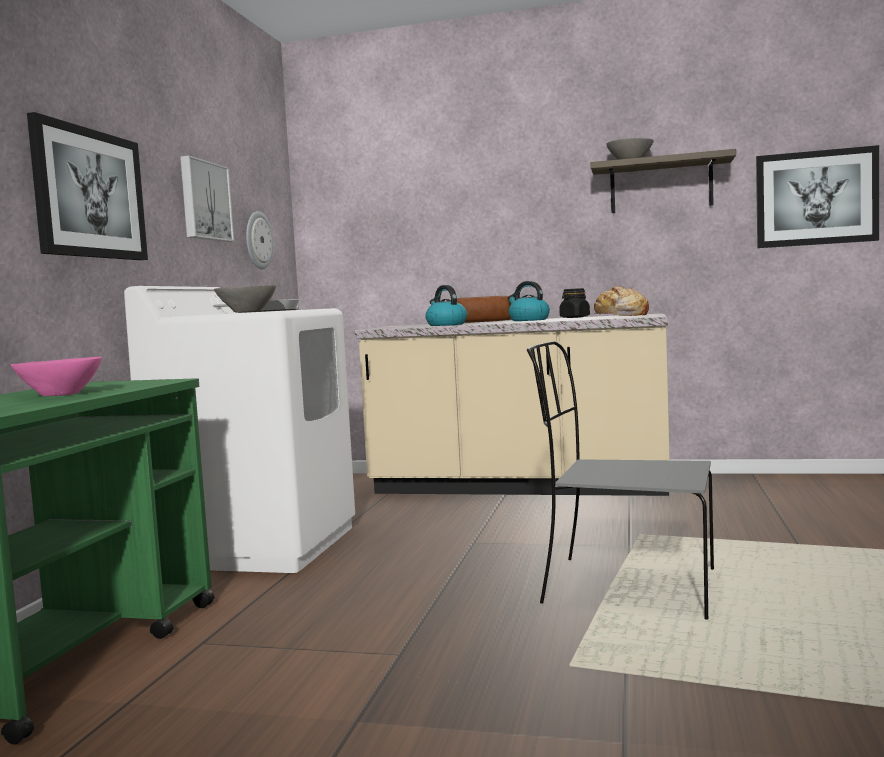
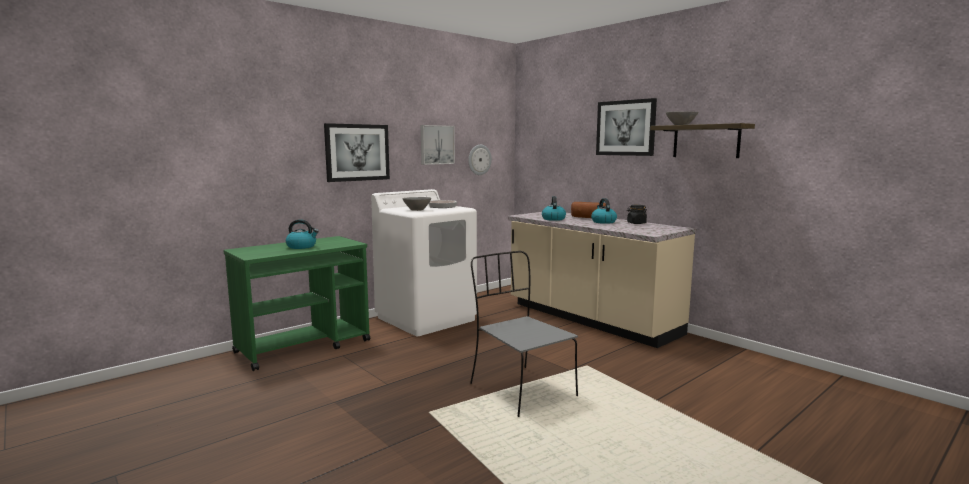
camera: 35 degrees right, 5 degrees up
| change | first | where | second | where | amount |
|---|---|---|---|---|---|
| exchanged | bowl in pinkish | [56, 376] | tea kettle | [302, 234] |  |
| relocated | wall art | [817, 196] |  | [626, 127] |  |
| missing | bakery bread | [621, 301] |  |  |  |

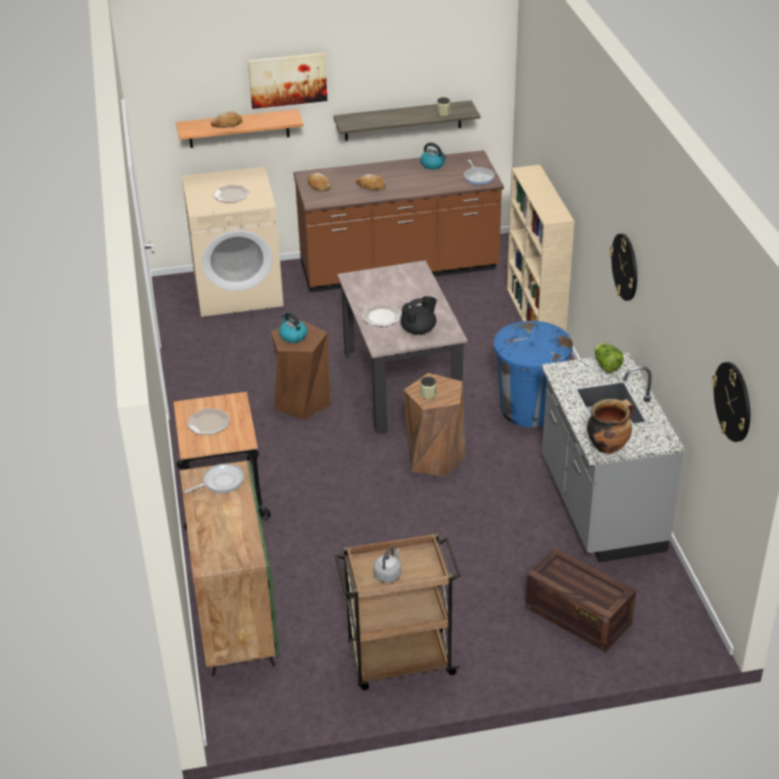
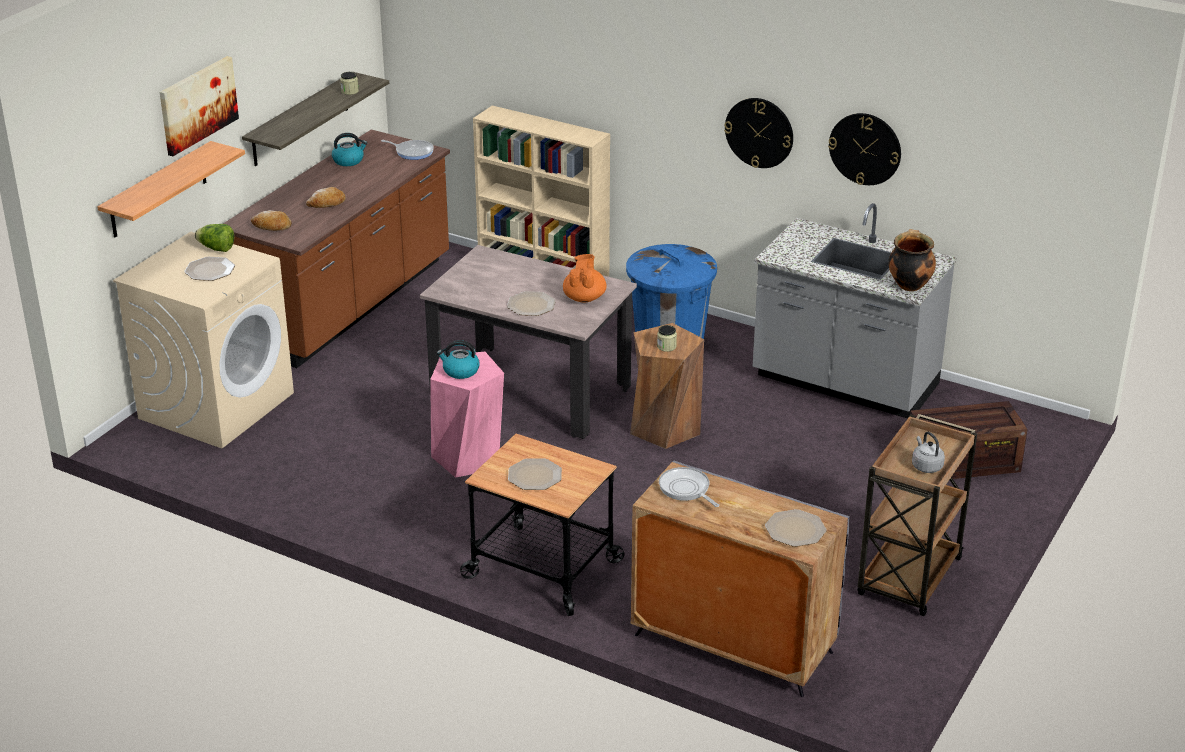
camera: 50 degrees left, 5 degrees down
| change | first | where | second | where | amount |
|---|---|---|---|---|---|
| relocated | head of lettuce | [609, 357] |  | [214, 238] |  |
| colour | stool seat in brownish | [300, 370] | stool seat in pinkish | [467, 415] |  |
| colour | pot for tea in black-coloured | [419, 315] | pot for tea in orange-coloured | [585, 278] |  |
| colour | cabinet in greenish | [229, 568] | cabinet in gray | [740, 578] |  |
| spun | frying pan | [214, 478] |  | [689, 487] | 45 degrees counterclockwise |
| appeared |  |  | dinner plate | [796, 528] |  |
| relocated | wall clock | [731, 402] |  | [864, 149] |  |
| missing | bakery bread | [226, 119] |  |  |  |

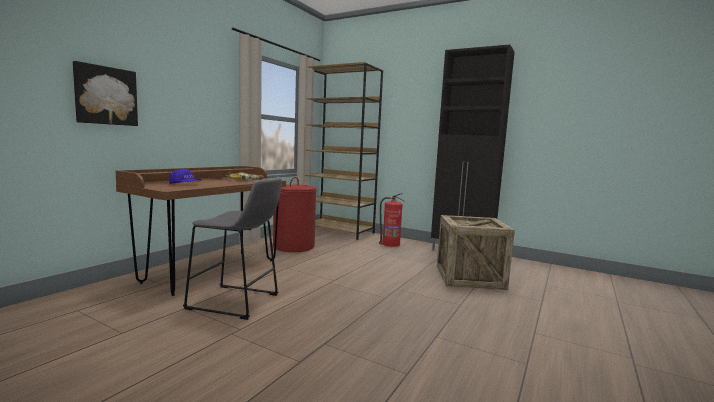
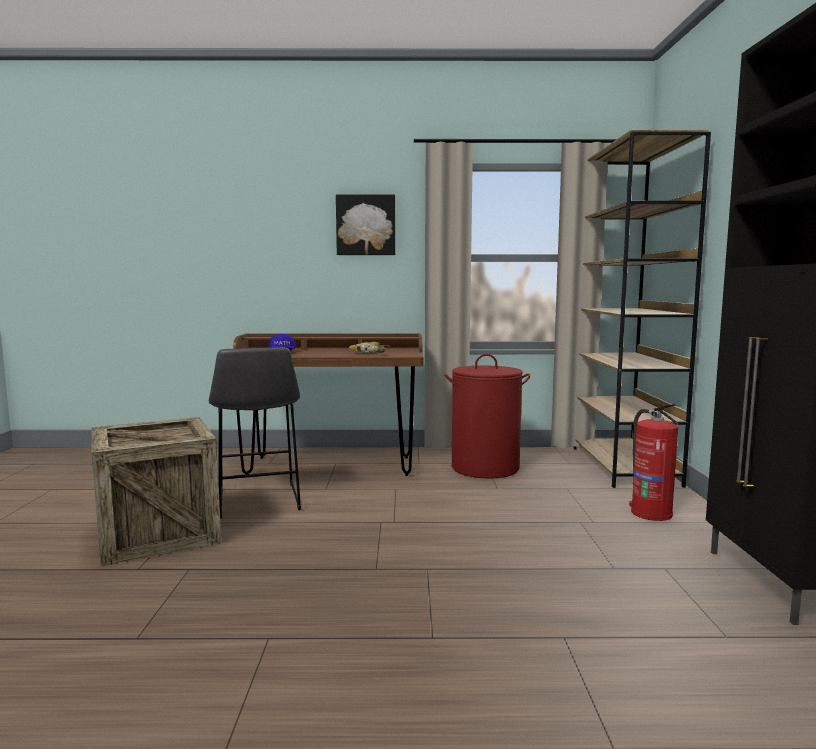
camera: 60 degrees right, 0 degrees up
| change | first | where | second | where | amount |
|---|---|---|---|---|---|
| relocated | shipping crate | [476, 252] |  | [157, 492] |  |
| relocated | wall art | [105, 93] |  | [365, 225] |  |

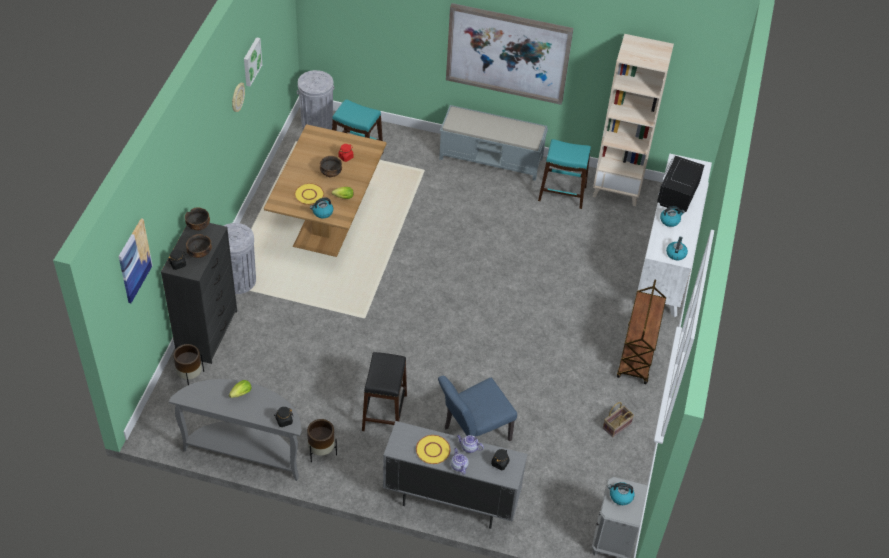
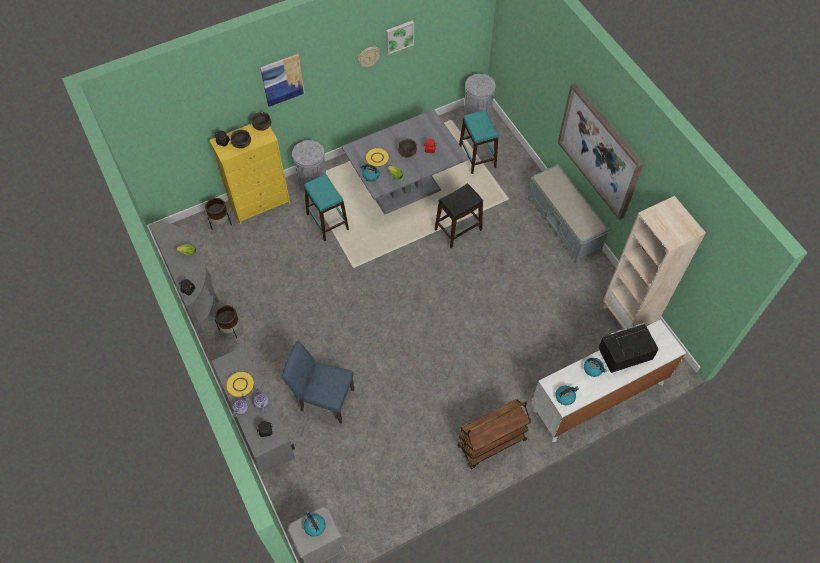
camera: 50 degrees right, 10 degrees up
| change | first | where | second | where | amount |
|---|---|---|---|---|---|
| colour | dresser in black-coloured | [199, 293] | dresser in yellow | [250, 174] |  |
| relocated | wall art | [135, 260] |  | [282, 80] |  |
| relocated | stool seat in turquoise | [564, 174] |  | [326, 208] |  |
| colour | dining table in brownish | [325, 190] | dining table in gray | [405, 162] |  |
| relocated | stool seat in black-coloured | [384, 391] |  | [459, 216] |  |
| missing | household basket | [618, 419] |  |  |  |

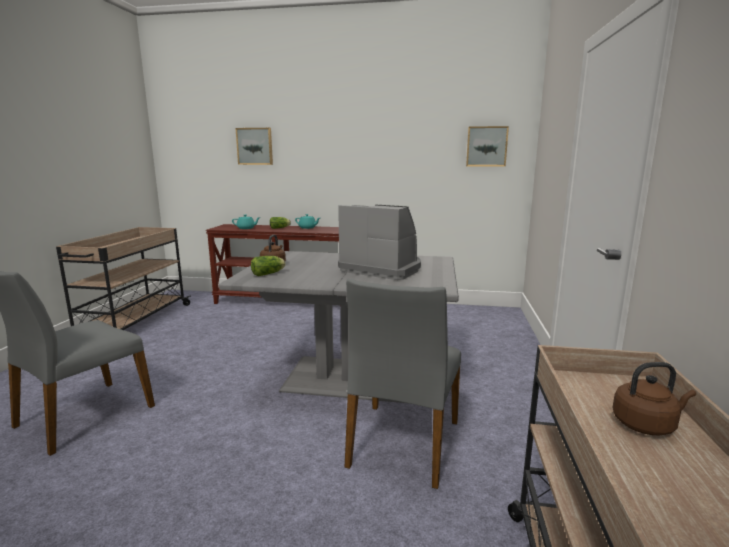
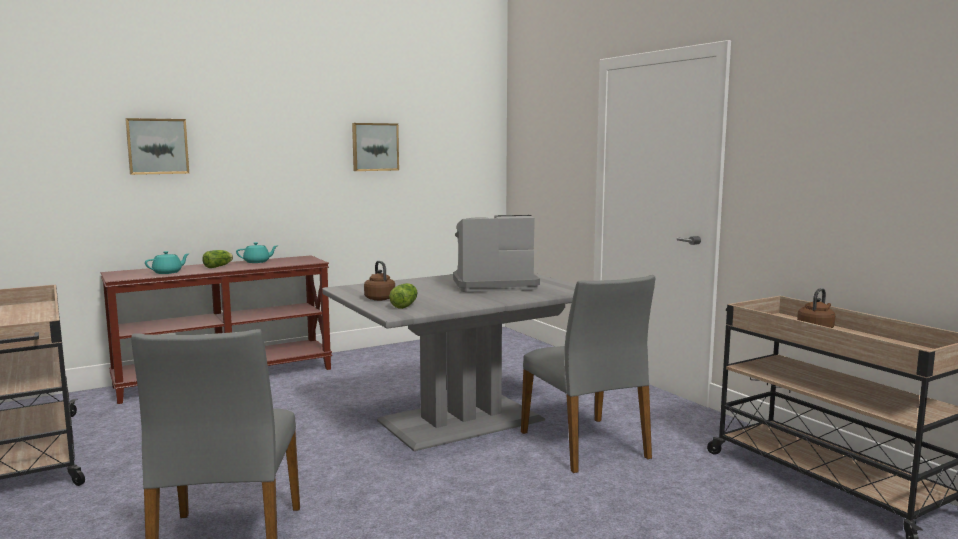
camera: 40 degrees left, 5 degrees down
| change | first | where | second | where | amount |
|---|---|---|---|---|---|
| relocated | wall art | [487, 146] |  | [375, 147] |  |

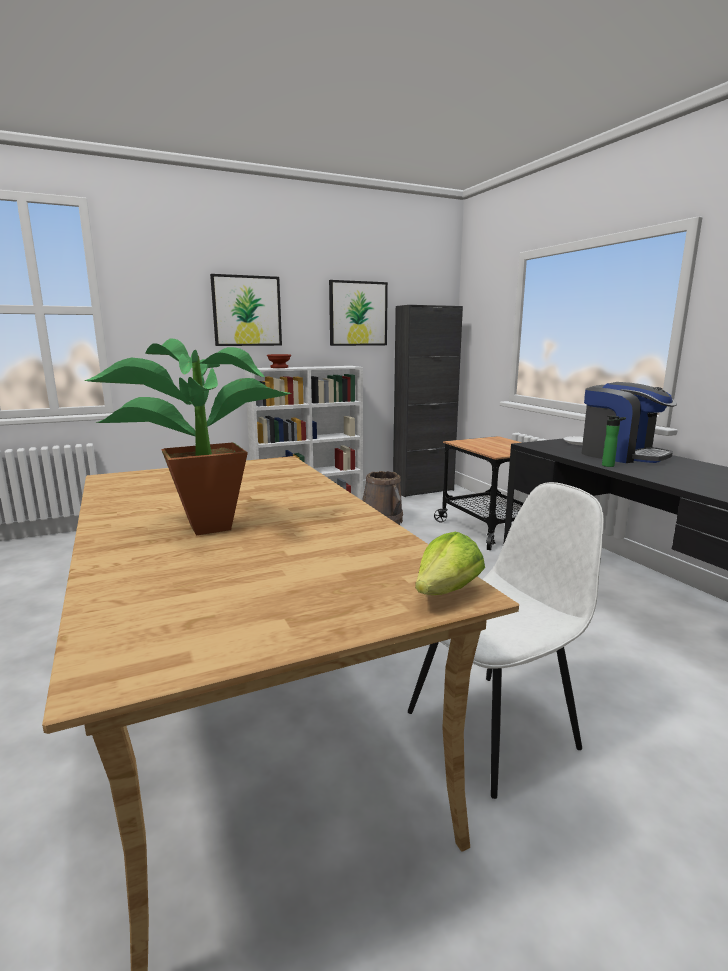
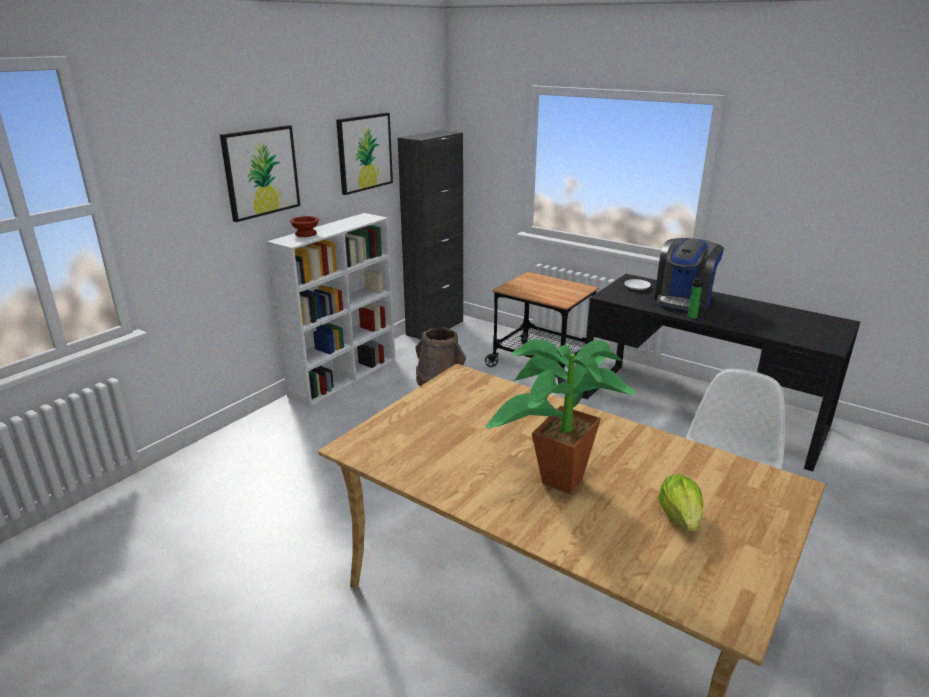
camera: 30 degrees left, 10 degrees up
| change | first | where | second | where | amount |
|---|---|---|---|---|---|
| spun | coffee brewer | [629, 422] |  | [689, 274] | 105 degrees clockwise |
| relocated | head of lettuce | [450, 563] |  | [680, 502] |  |

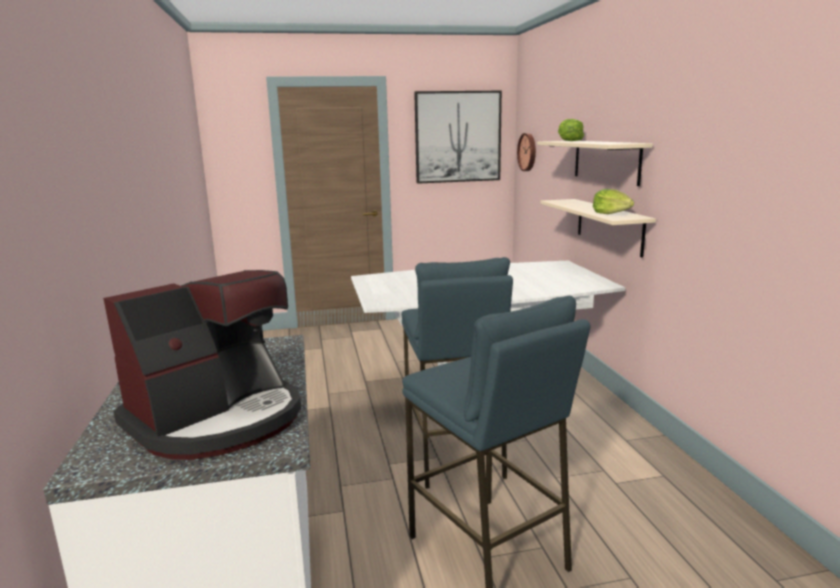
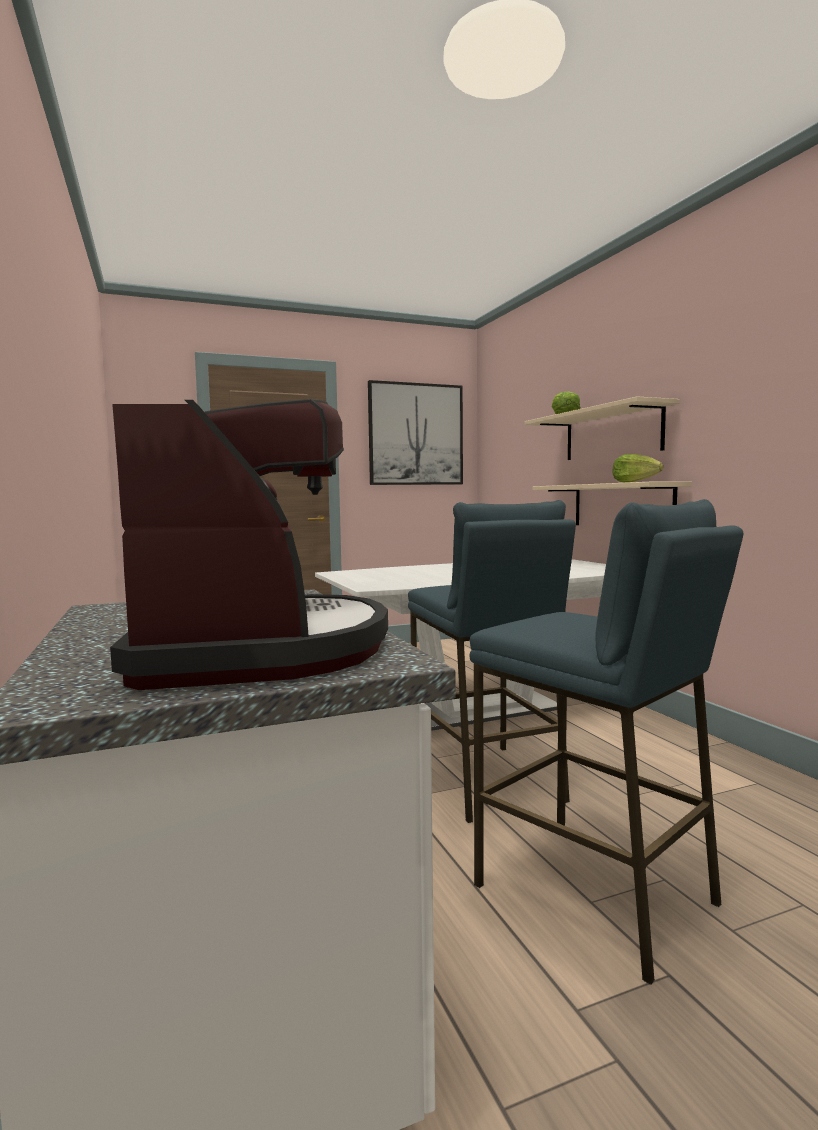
camera: 10 degrees left, 10 degrees down
| change | first | where | second | where | amount |
|---|---|---|---|---|---|
| spun | coffee brewer | [202, 365] |  | [249, 544] | 45 degrees counterclockwise |
| missing | wall clock | [526, 152] |  |  |  |

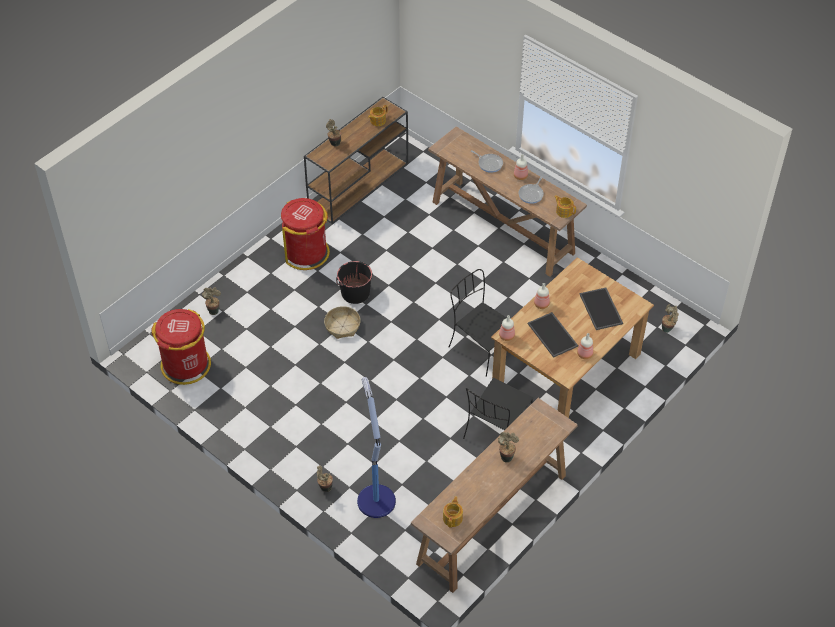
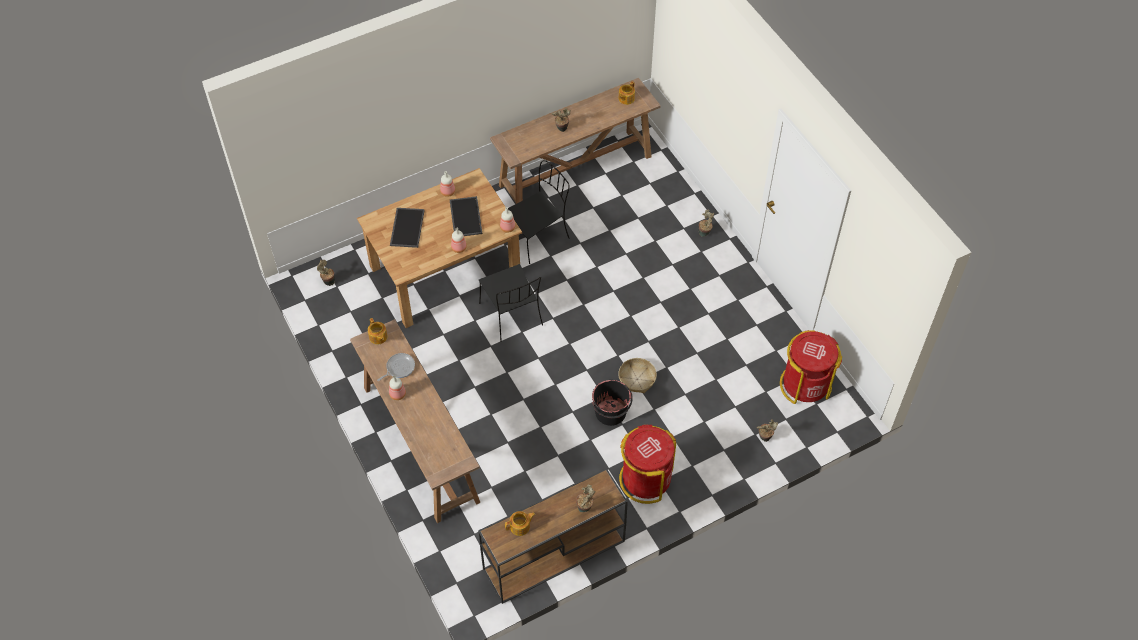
camera: 160 degrees left, 5 degrees up
| change | first | where | second | where | amount |
|---|---|---|---|---|---|
| missing | standing lamp | [376, 447] |  |  |  |
| missing | frying pan | [487, 161] |  |  |  |

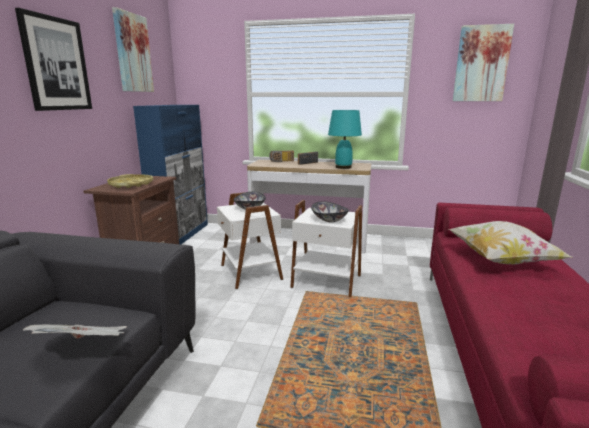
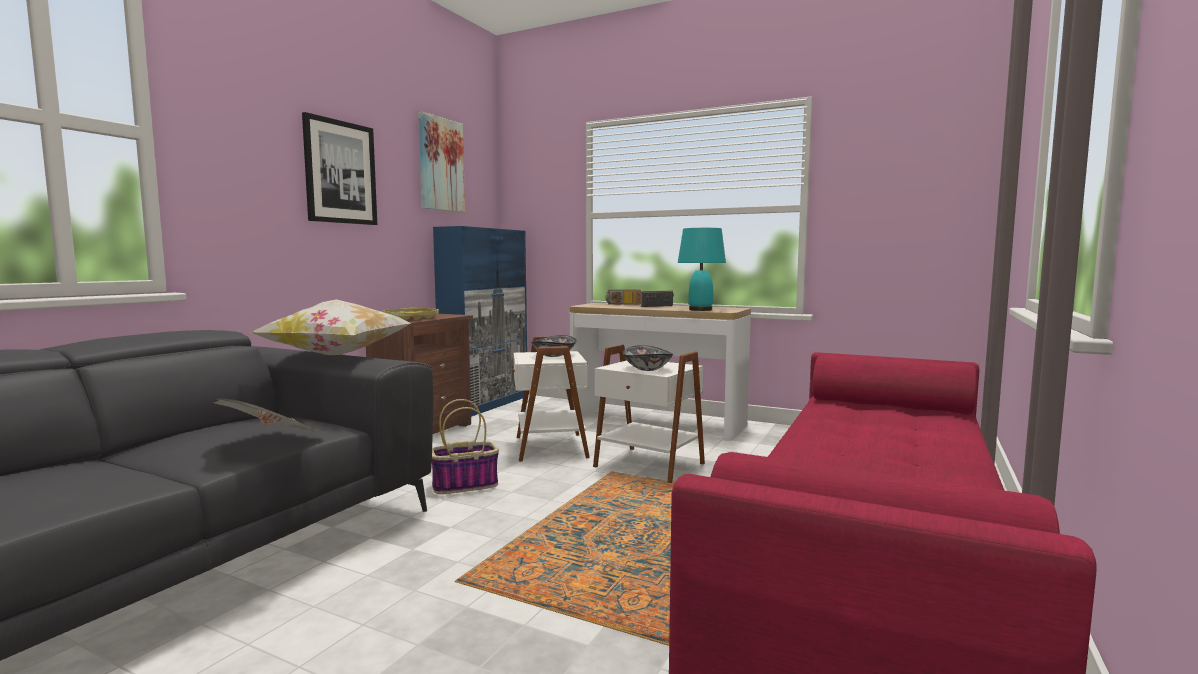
camera: 15 degrees right, 10 degrees down
| change | first | where | second | where | amount |
|---|---|---|---|---|---|
| relocated | throw pillow | [510, 243] |  | [331, 327] |  |
| appeared |  |  | household basket | [465, 446] |  |
| missing | wall art | [483, 62] |  |  |  |

